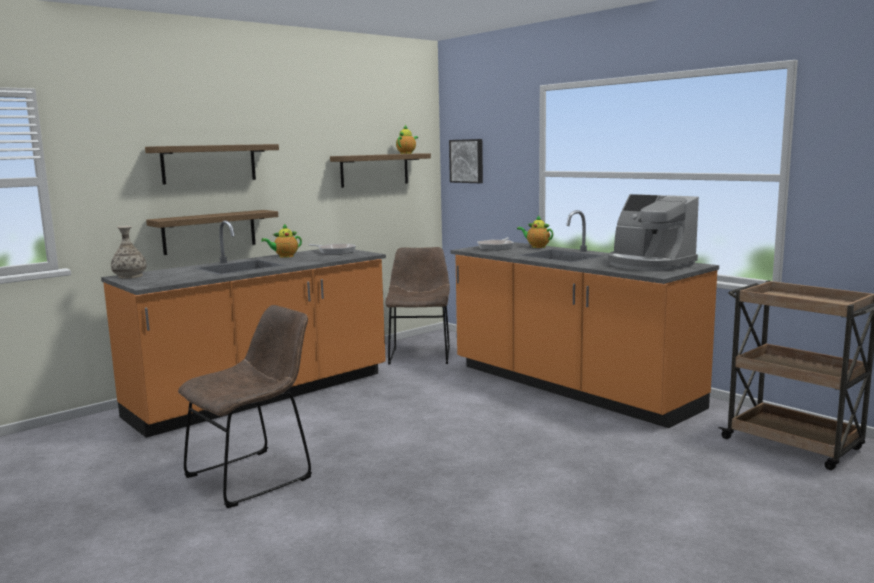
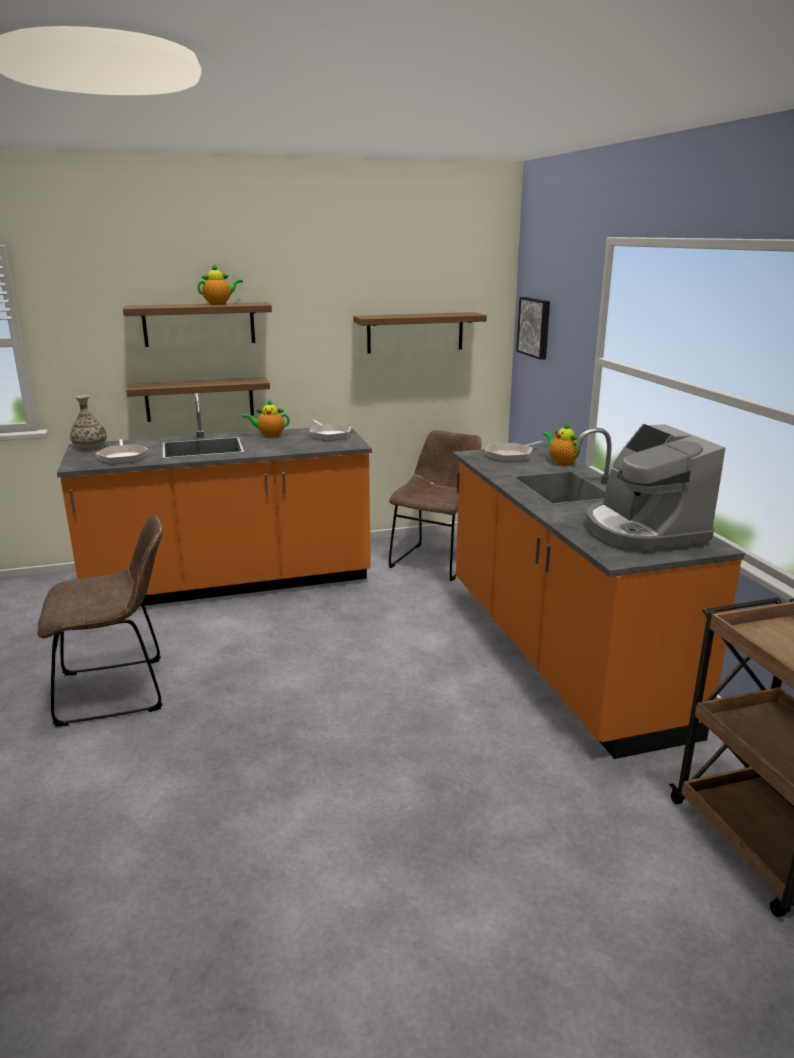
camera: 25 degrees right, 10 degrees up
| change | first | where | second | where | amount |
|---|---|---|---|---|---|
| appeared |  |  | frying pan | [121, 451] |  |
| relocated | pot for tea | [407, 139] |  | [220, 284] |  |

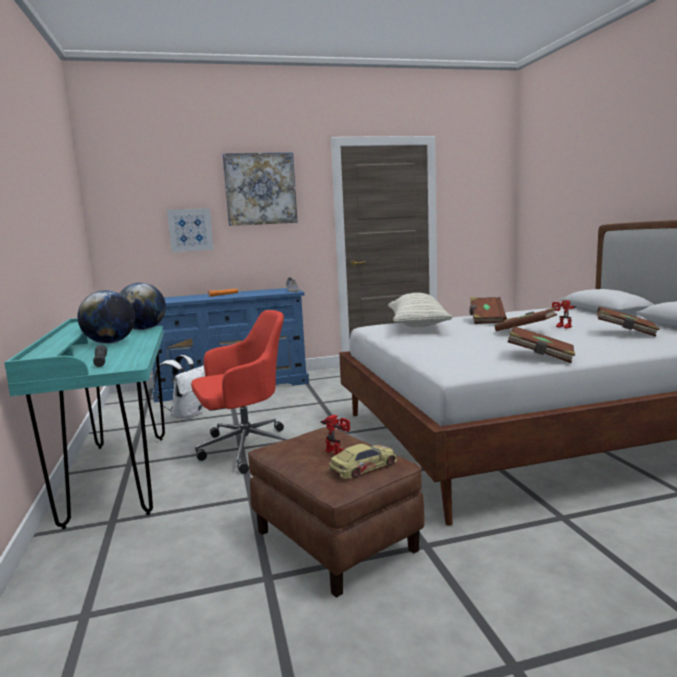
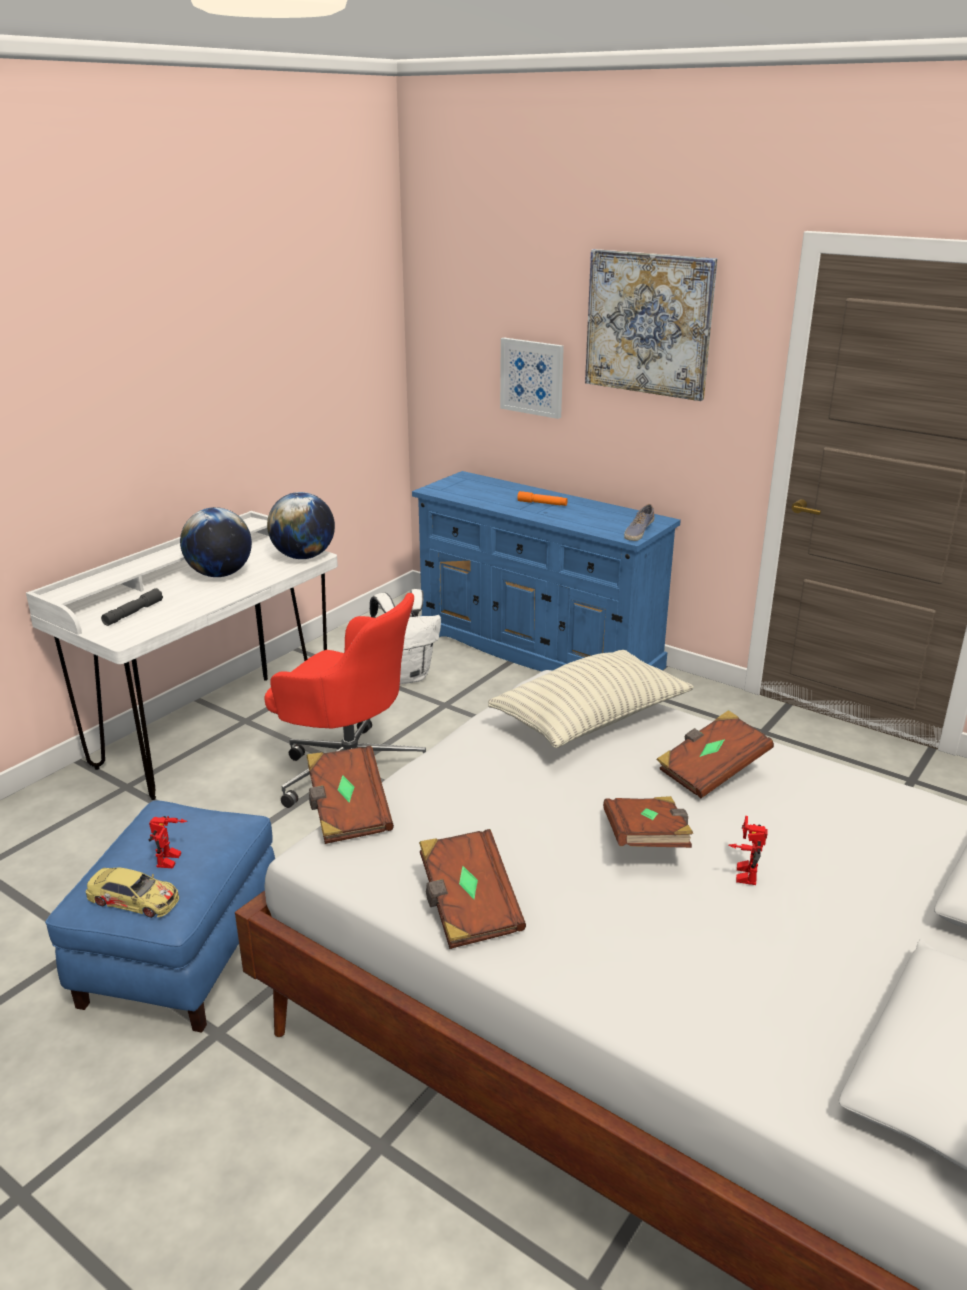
camera: 50 degrees right, 15 degrees up
| change | first | where | second | where | amount |
|---|---|---|---|---|---|
| colour | desk unit in turquoise | [84, 423] | desk unit in white-coloured | [182, 655] |  |
| colour | ottoman in brownish | [336, 512] | ottoman in blue-coloured | [160, 916] |  |
| relocated | volume in brownish | [628, 321] |  | [350, 795] |  |

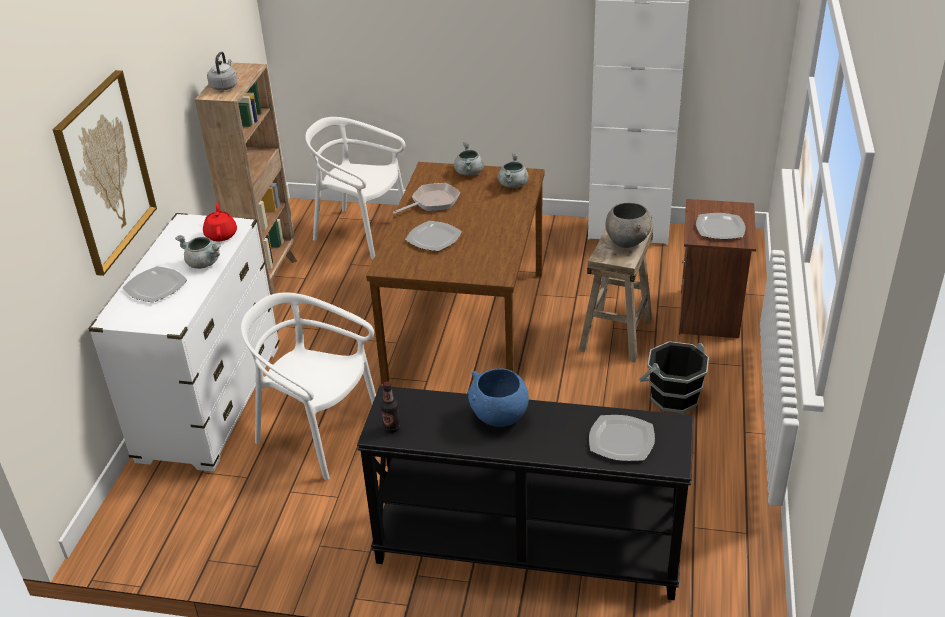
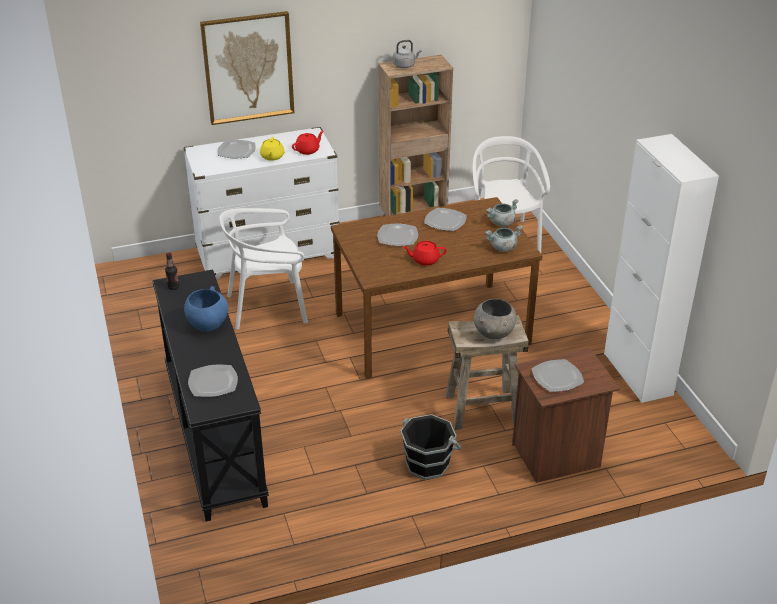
camera: 60 degrees right, 0 degrees up
| change | first | where | second | where | amount |
|---|---|---|---|---|---|
| spun | plain chair in white-coloured | [308, 386] |  | [264, 269] | 105 degrees counterclockwise |
| exchanged | cooking pot in gray | [198, 252] | pot for tea in yellow | [272, 149] |  |
| appeared |  |  | pot for tea in reddish | [425, 253] |  |
| exchanged | frying pan | [426, 198] | dinner plate | [445, 219] |  |

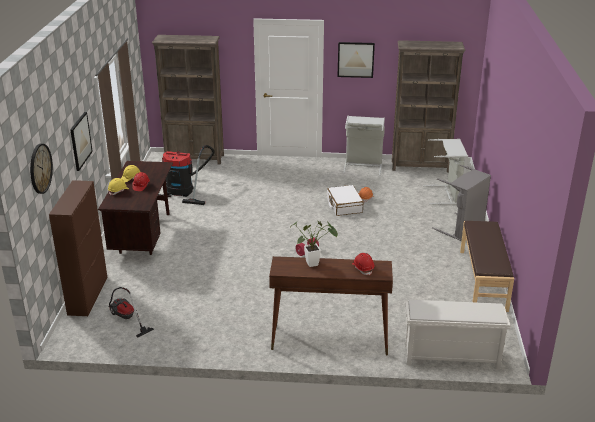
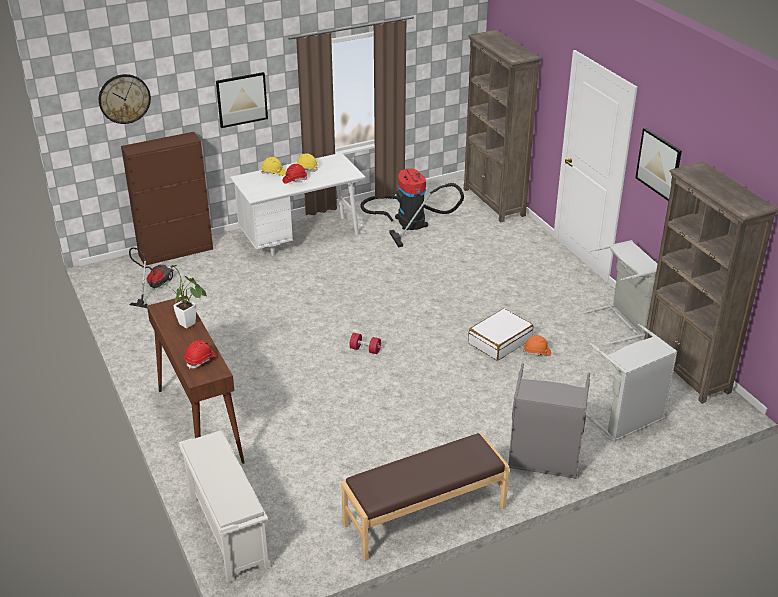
camera: 60 degrees right, 5 degrees up
| change | first | where | second | where | amount |
|---|---|---|---|---|---|
| colour | desk unit in brownish | [135, 208] | desk unit in white-coloured | [297, 204] |  |

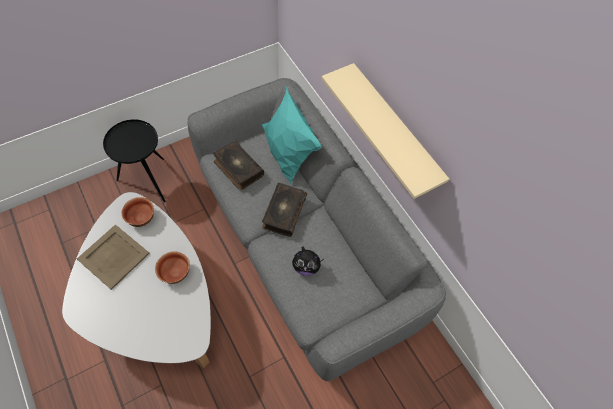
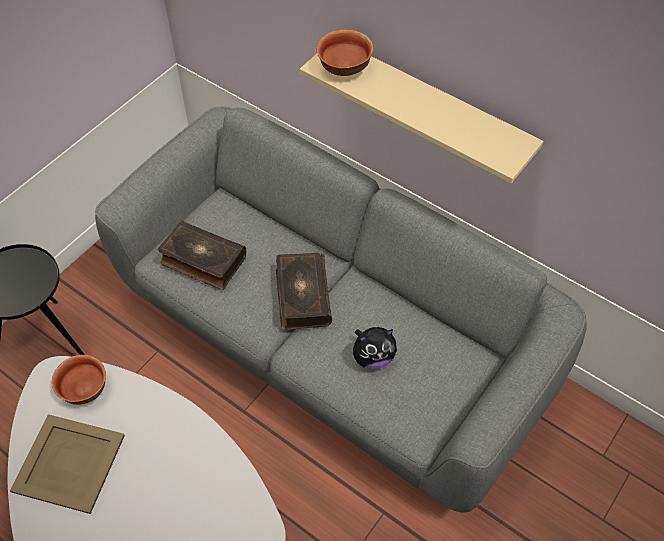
camera: 20 degrees left, 5 degrees down
| change | first | where | second | where | amount |
|---|---|---|---|---|---|
| relocated | bowl | [172, 267] |  | [345, 53] |  |
| missing | throw pillow in turquoise | [292, 136] |  |  |  |

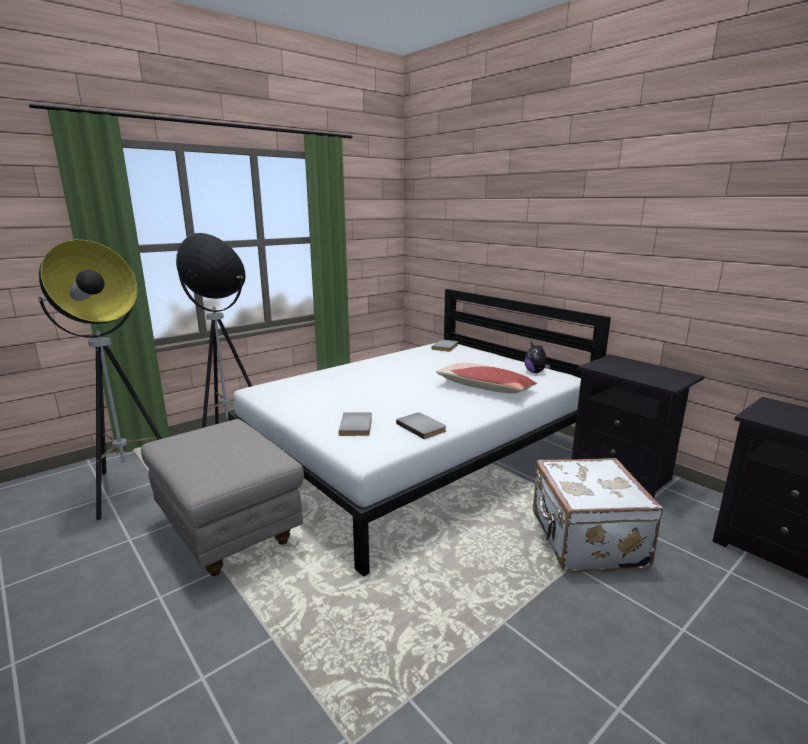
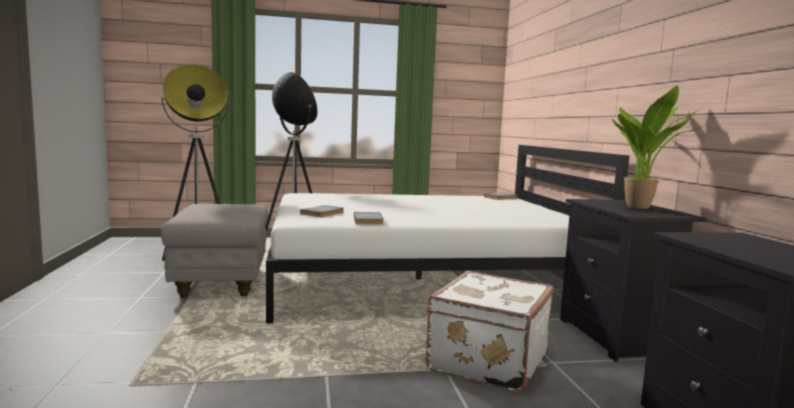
camera: 30 degrees right, 10 degrees down
| change | first | where | second | where | amount |
|---|---|---|---|---|---|
| appeared |  |  | potted plant | [659, 147] |  |
| missing | throw pillow | [487, 378] |  |  |  |
| missing | soft toy | [537, 357] |  |  |  |

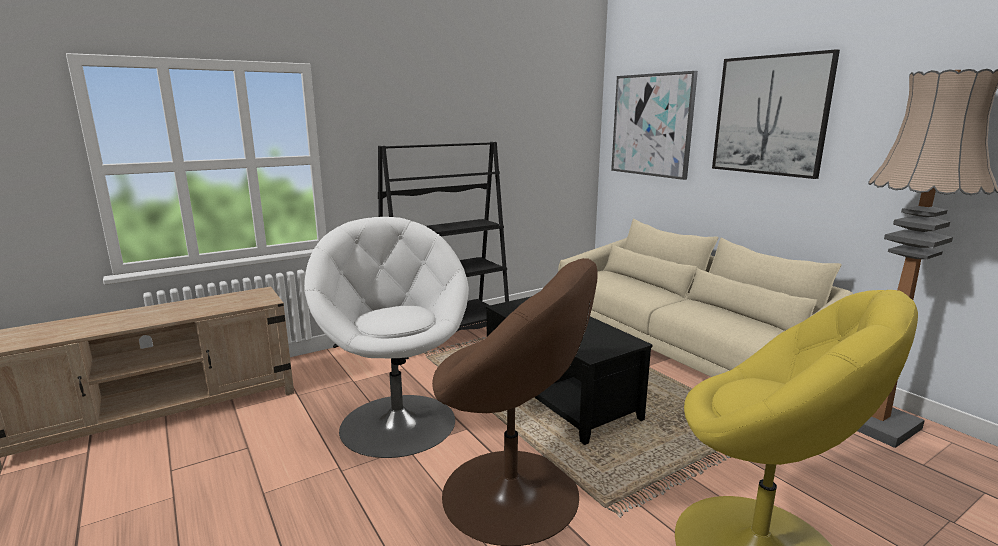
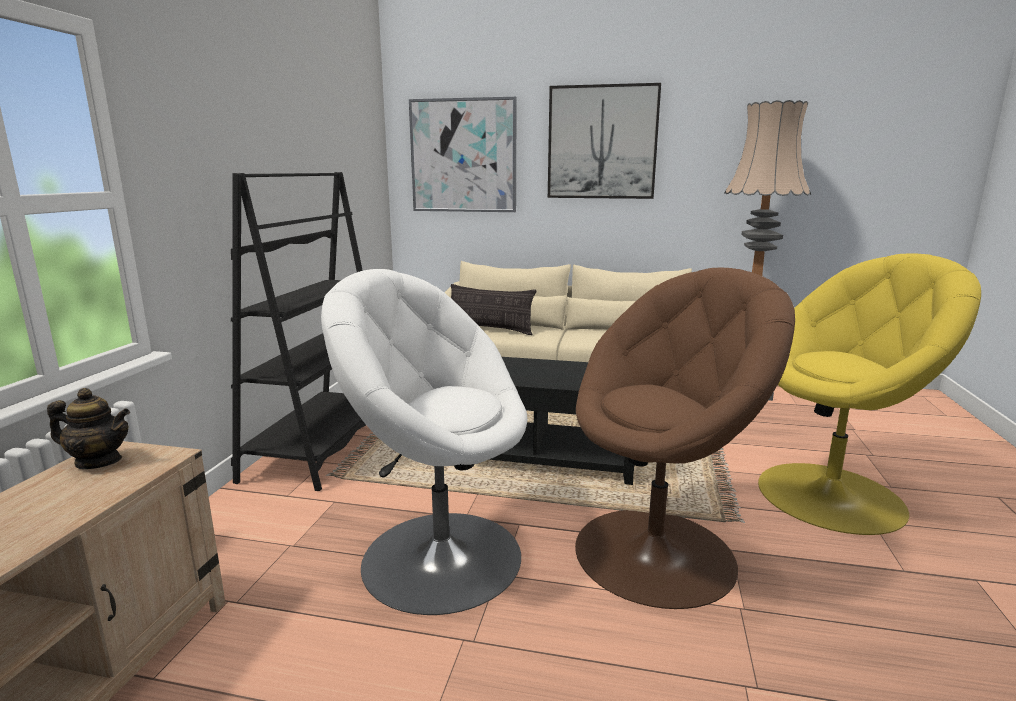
camera: 45 degrees left, 0 degrees up
| change | first | where | second | where | amount |
|---|---|---|---|---|---|
| appeared |  |  | pot for tea | [88, 428] |  |
| appeared |  |  | throw pillow | [493, 309] |  |

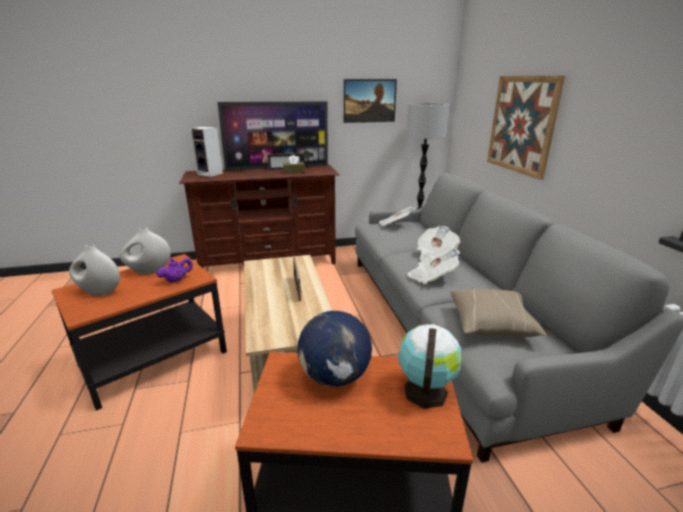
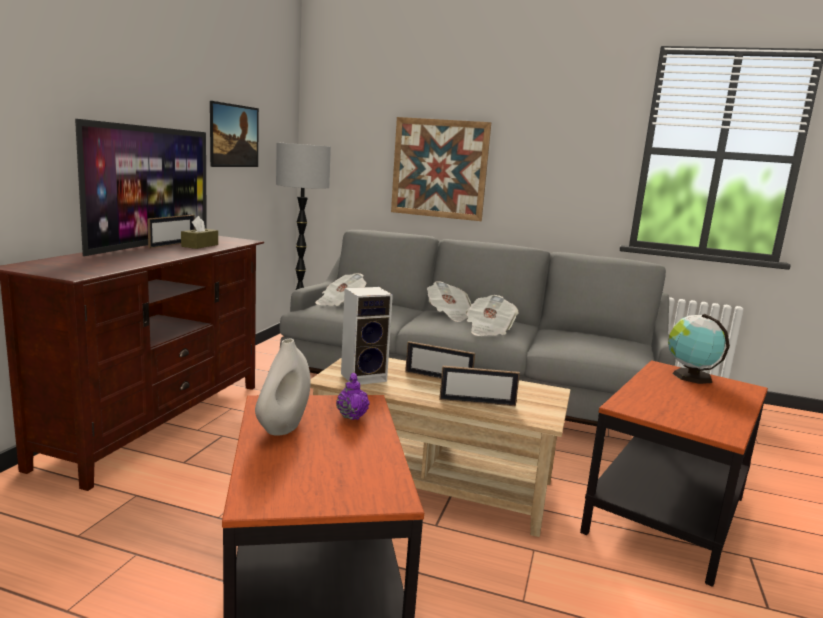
camera: 60 degrees left, 10 degrees down
| change | first | where | second | where | amount |
|---|---|---|---|---|---|
| relocated | loudspeaker | [206, 151] |  | [367, 336] |  |
| appeared |  |  | standing frame | [479, 385] |  |
| missing | vase in white-coloured | [94, 270] |  |  |  |
| missing | world globe | [335, 349] |  |  |  |
| missing | throw pillow in beige | [498, 312] |  |  |  |

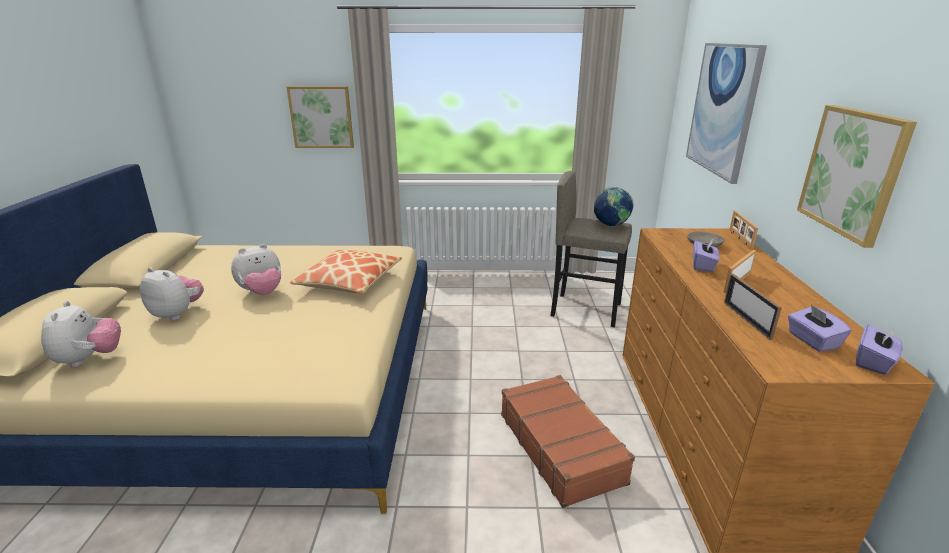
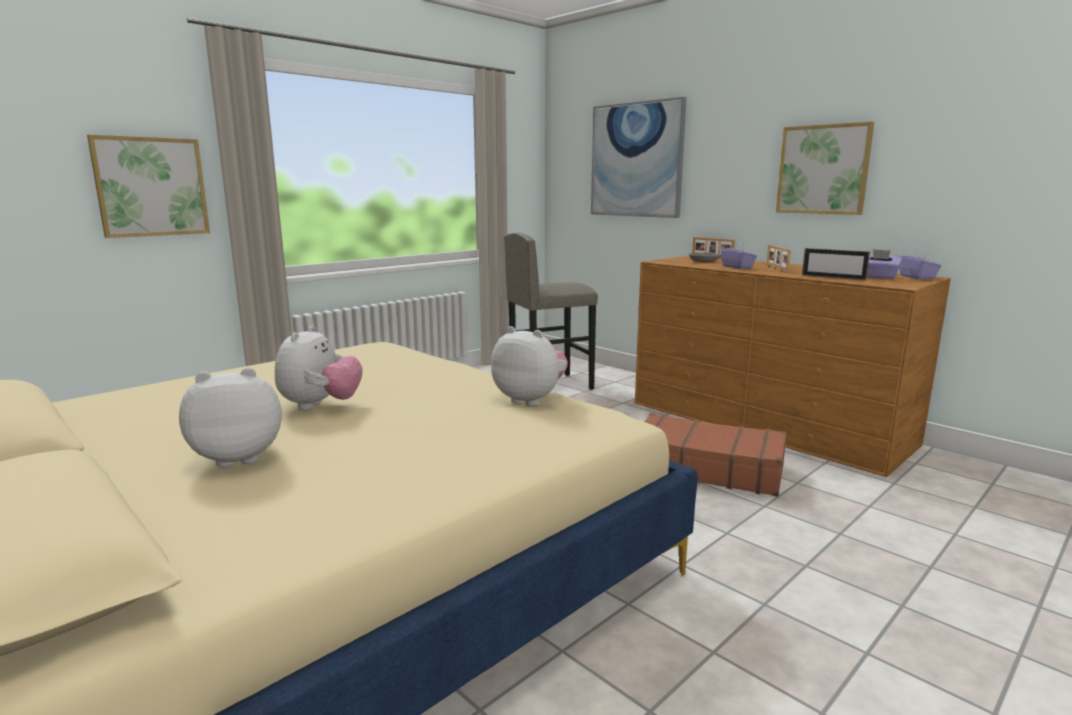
camera: 45 degrees left, 10 degrees down
| change | first | where | second | where | amount |
|---|---|---|---|---|---|
| relocated | soft toy | [81, 334] |  | [529, 366] |  |
| missing | throw pillow | [346, 272] |  |  |  |
| missing | world globe | [614, 207] |  |  |  |

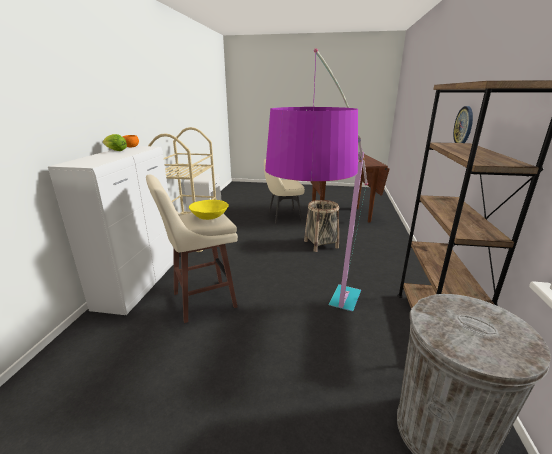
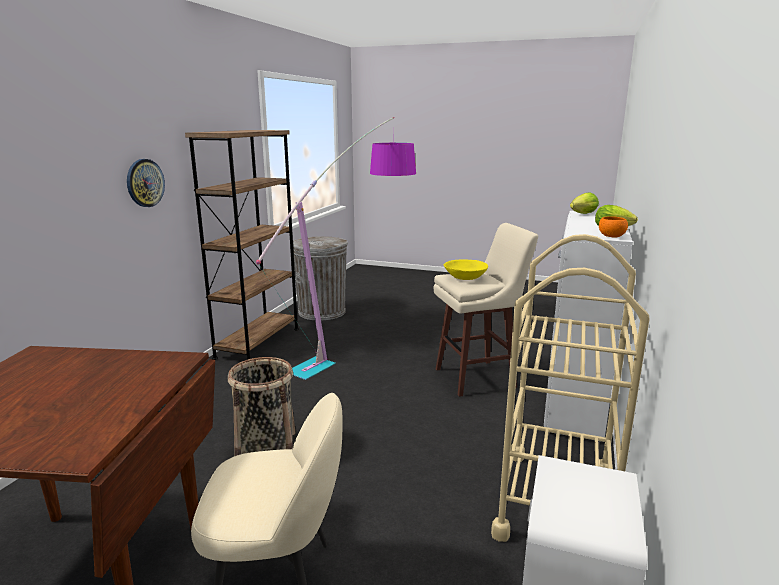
camera: 170 degrees left, 5 degrees down
| change | first | where | second | where | amount |
|---|---|---|---|---|---|
| appeared |  |  | head of lettuce | [584, 203] |  |

